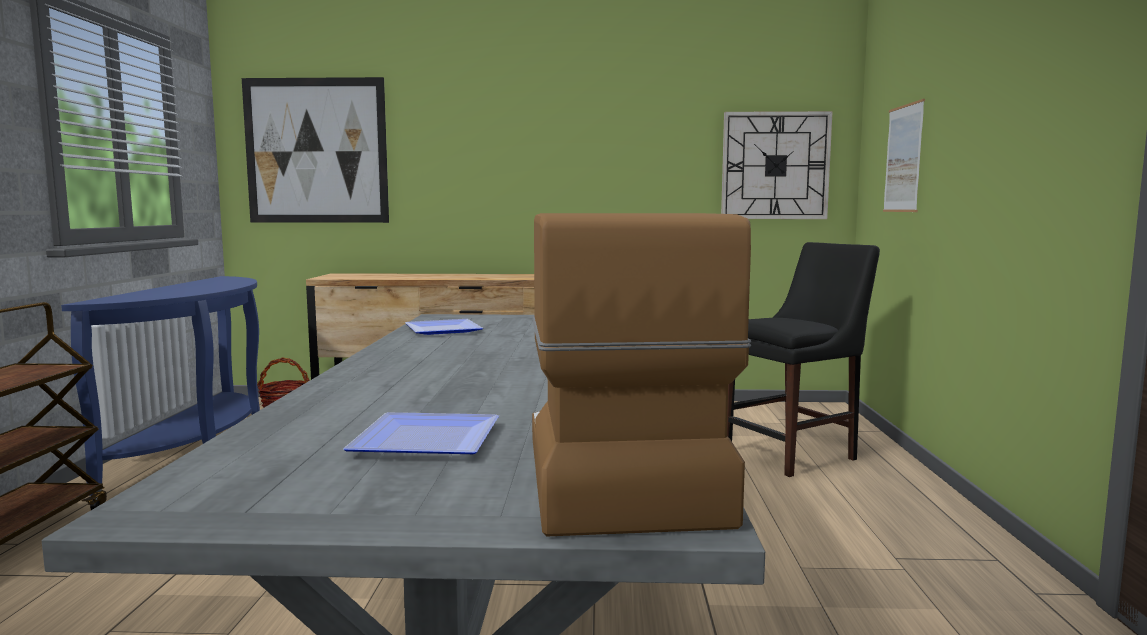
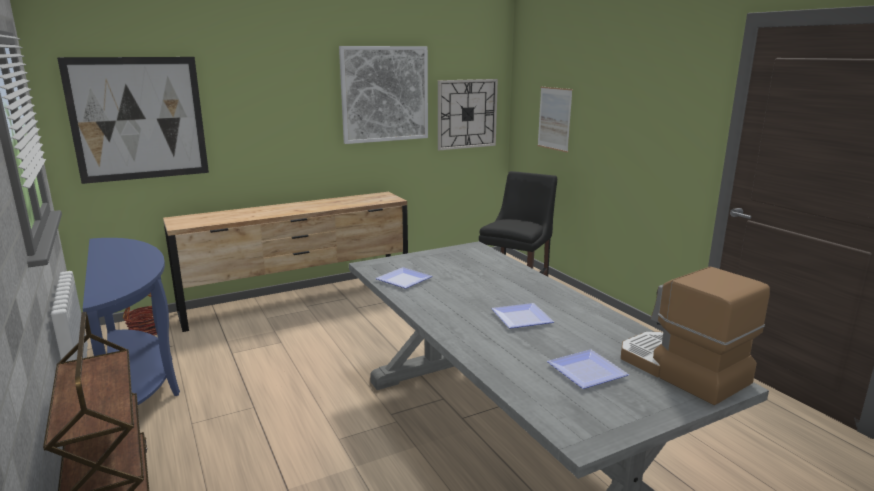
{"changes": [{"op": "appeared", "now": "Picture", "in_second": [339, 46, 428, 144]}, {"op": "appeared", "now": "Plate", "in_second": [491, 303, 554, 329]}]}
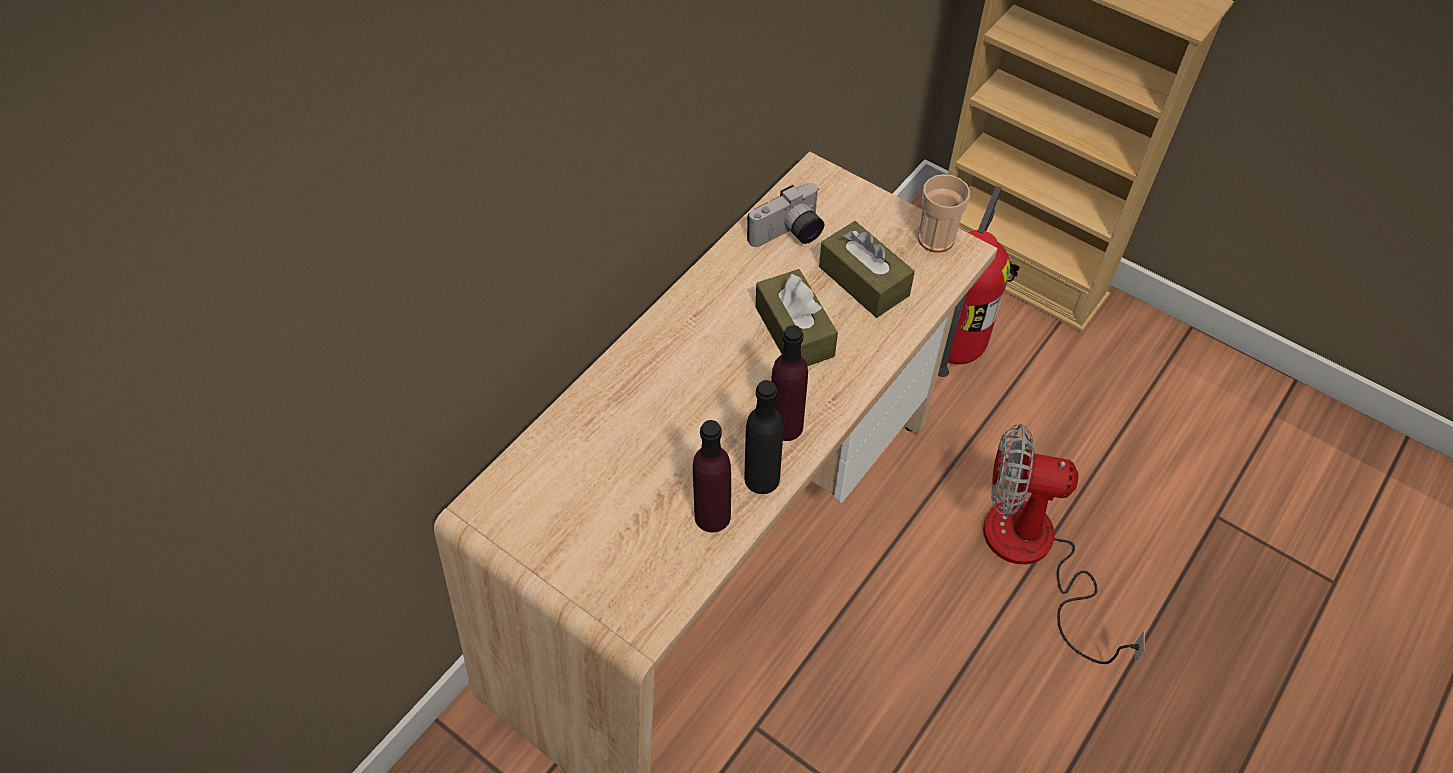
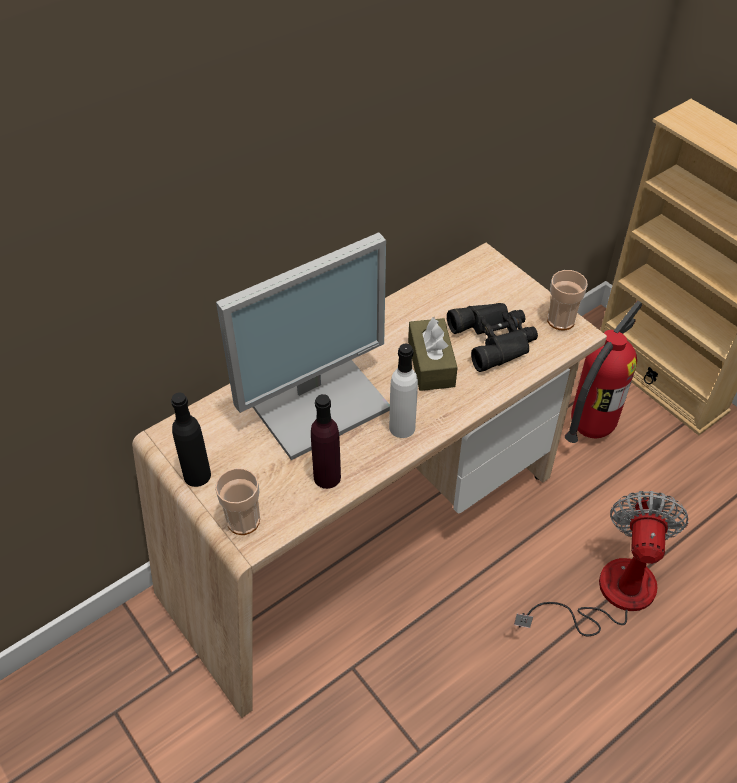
{"changes": [{"op": "missing", "was": "PhotoCamera", "in_first": [747, 183, 824, 247]}, {"op": "exchanged", "was": "BrownTissueBox", "now": "BlackBinoculars", "in_first": [819, 221, 915, 318], "in_second": [447, 303, 538, 372]}, {"op": "colour", "was": "PurpleBottle", "now": "WhiteBottle", "in_first": [771, 325, 808, 441], "in_second": [389, 344, 418, 438]}, {"op": "relocated", "was": "BlackBottle", "in_first": [744, 380, 783, 494], "in_second": [171, 393, 211, 487]}, {"op": "spun", "was": "Fan", "in_first": [983, 424, 1145, 664], "in_second": [514, 491, 689, 636], "clockwise": 75}, {"op": "appeared", "now": "Monitor", "in_second": [216, 232, 390, 460]}, {"op": "appeared", "now": "Cup", "in_second": [215, 468, 260, 535]}]}
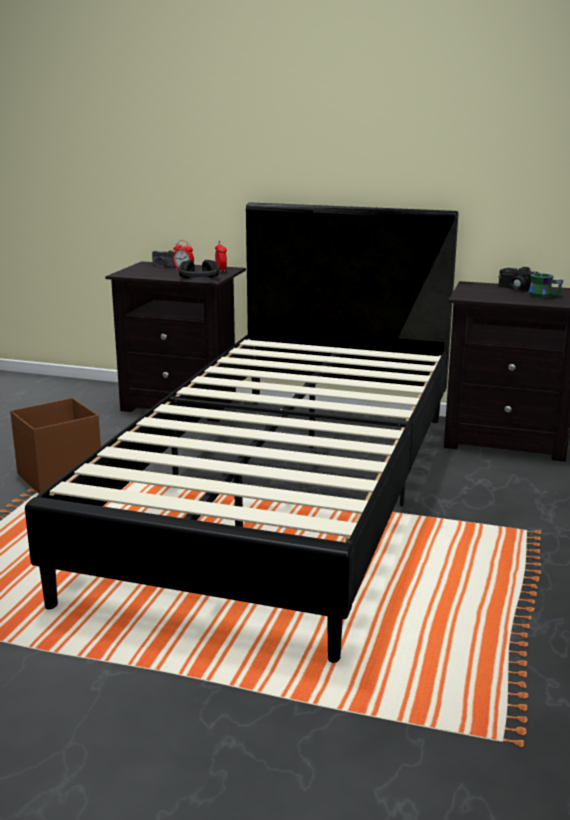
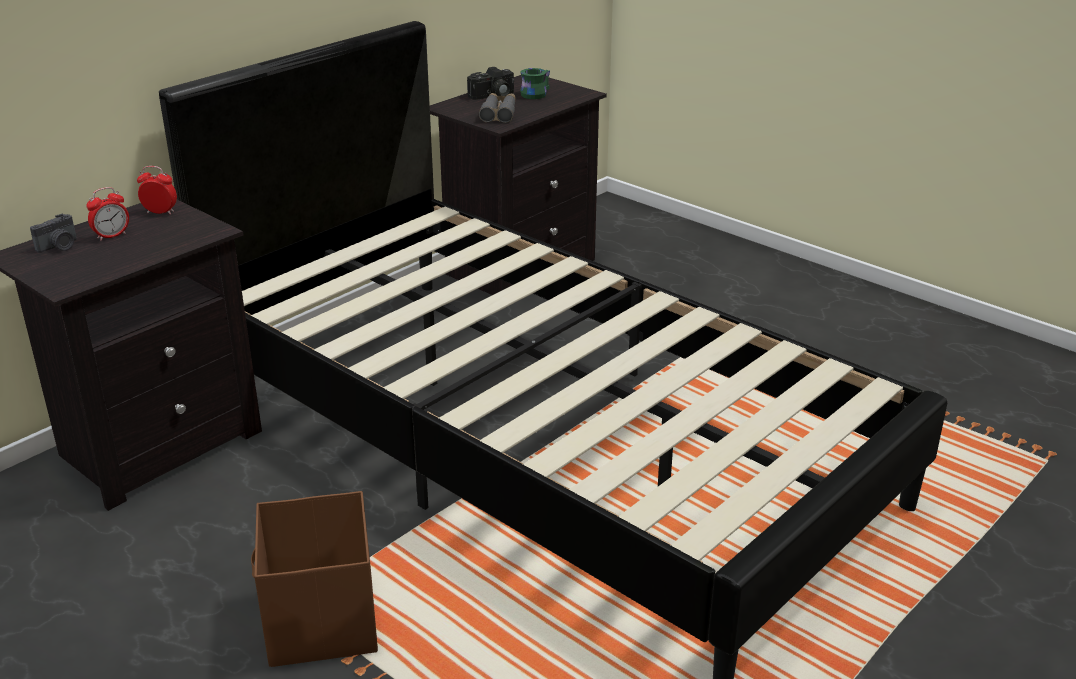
{"changes": [{"op": "missing", "was": "BlackHeadphones", "in_first": [179, 260, 219, 278]}, {"op": "appeared", "now": "GreyBinoculars", "in_second": [479, 93, 515, 123]}]}
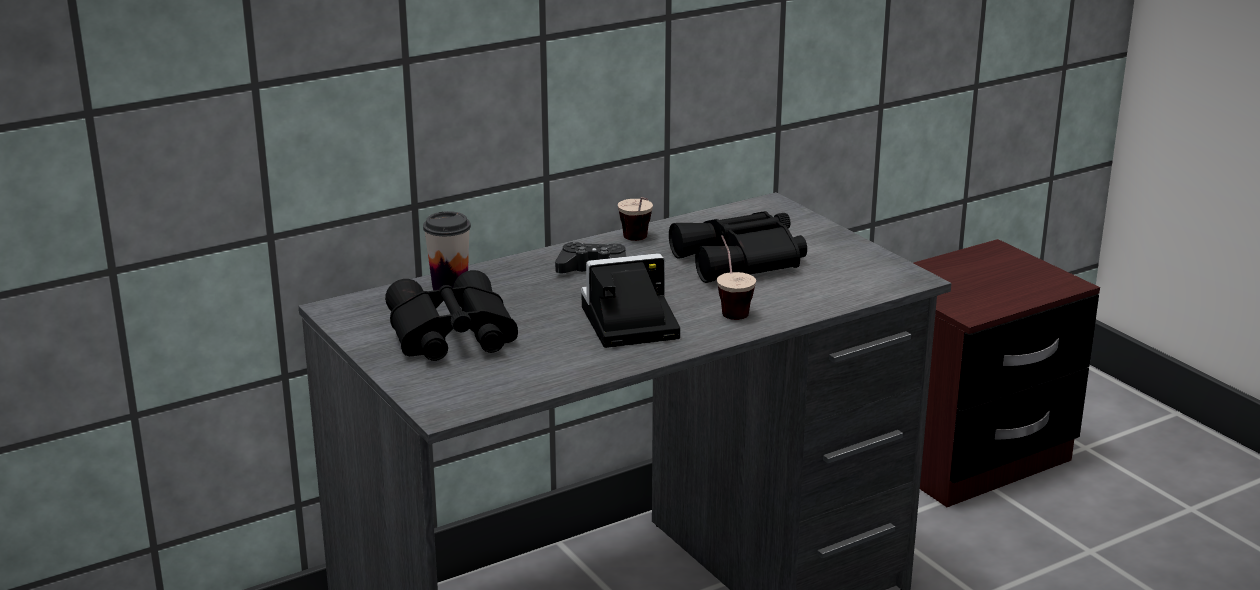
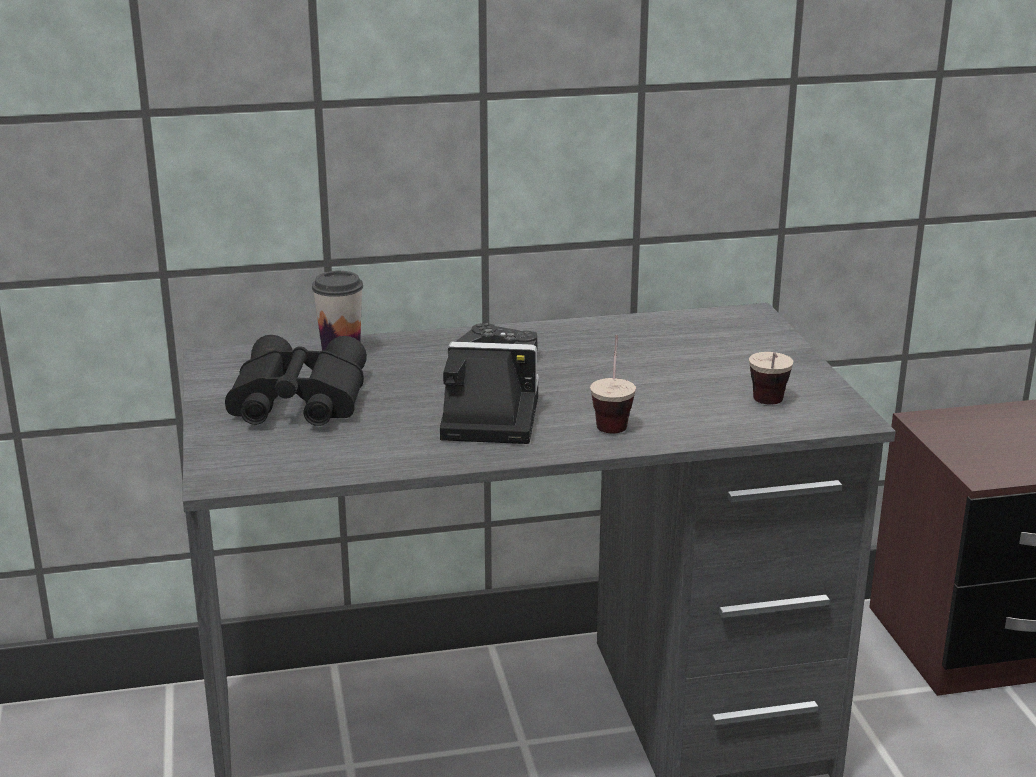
{"changes": [{"op": "relocated", "was": "Cup", "in_first": [618, 197, 653, 241], "in_second": [749, 352, 793, 405]}, {"op": "missing", "was": "BlackBinoculars", "in_first": [669, 211, 807, 283]}]}
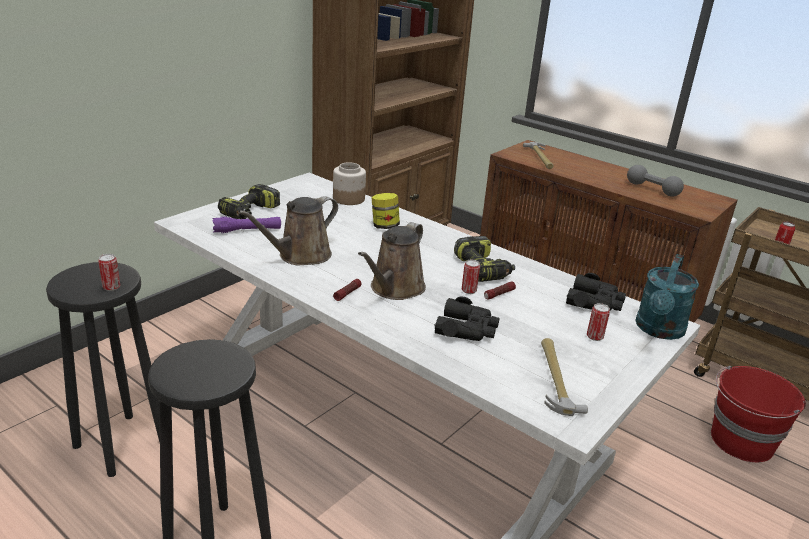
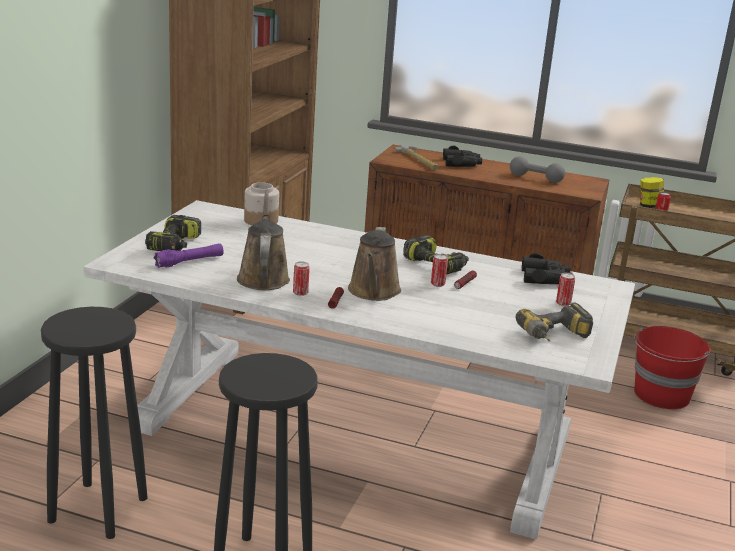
{"changes": [{"op": "relocated", "was": "Jar", "in_first": [371, 193, 400, 229], "in_second": [640, 177, 664, 208]}, {"op": "spun", "was": "BrownWateringCan", "in_first": [238, 196, 338, 266], "in_second": [237, 191, 290, 290], "clockwise": 150}, {"op": "relocated", "was": "Can", "in_first": [98, 254, 120, 291], "in_second": [293, 261, 310, 296]}, {"op": "missing", "was": "TurquoiseWateringCan", "in_first": [635, 254, 699, 340]}, {"op": "relocated", "was": "BlackBinoculars", "in_first": [434, 297, 499, 341], "in_second": [443, 146, 482, 167]}, {"op": "exchanged", "was": "Hammer", "now": "PowerDrill", "in_first": [541, 338, 588, 416], "in_second": [515, 302, 593, 341]}]}
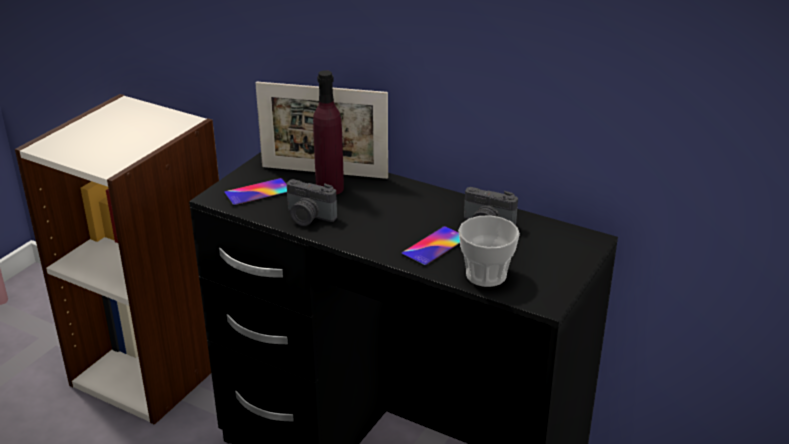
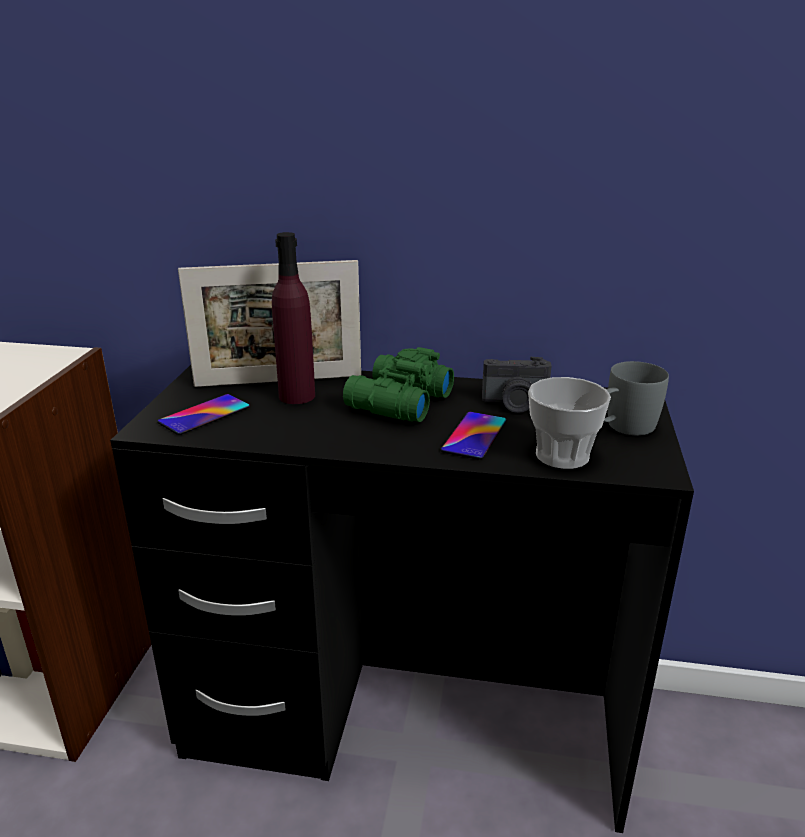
{"changes": [{"op": "missing", "was": "PhotoCamera", "in_first": [287, 179, 337, 226]}, {"op": "appeared", "now": "GreenBinoculars", "in_second": [343, 347, 454, 422]}, {"op": "appeared", "now": "GreyMug", "in_second": [604, 361, 669, 436]}]}
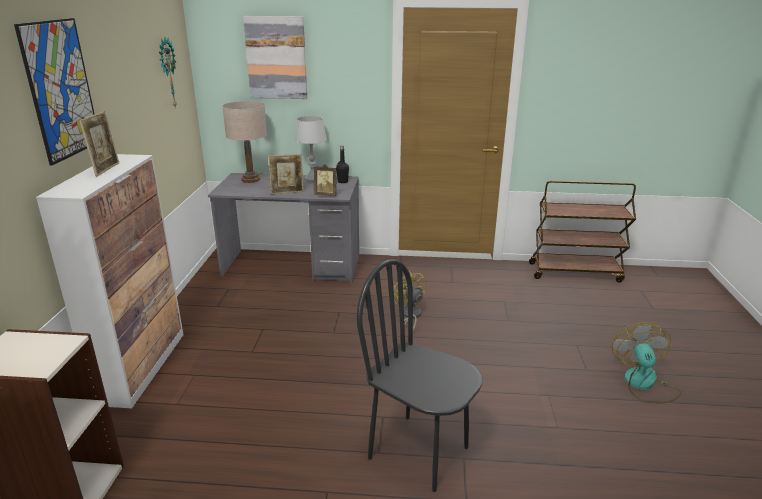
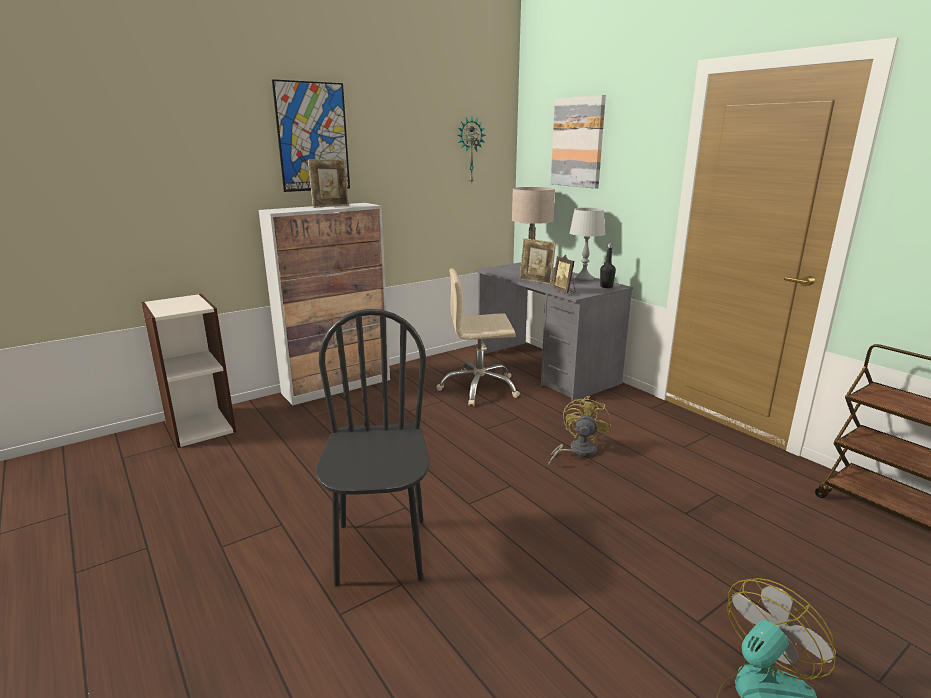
{"changes": [{"op": "appeared", "now": "BeigeOfficeChair", "in_second": [436, 268, 520, 406]}]}
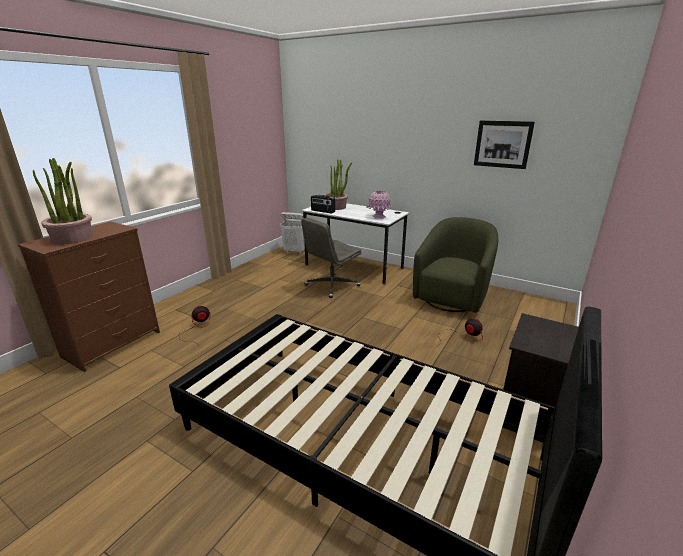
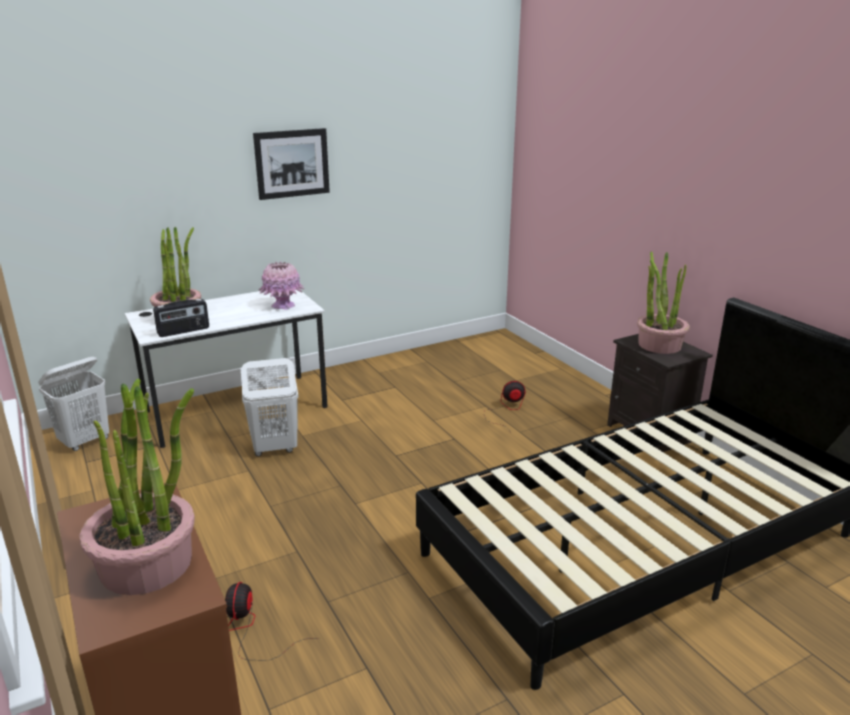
{"changes": [{"op": "relocated", "was": "Picture", "in_first": [474, 120, 535, 169], "in_second": [253, 128, 330, 200]}, {"op": "exchanged", "was": "GreyOfficeChair", "now": "WhiteLaundryBasket", "in_first": [301, 217, 362, 298], "in_second": [241, 358, 299, 456]}, {"op": "missing", "was": "GreenArmchair", "in_first": [413, 217, 498, 313]}, {"op": "appeared", "now": "PottedPlant", "in_second": [637, 251, 690, 354]}]}
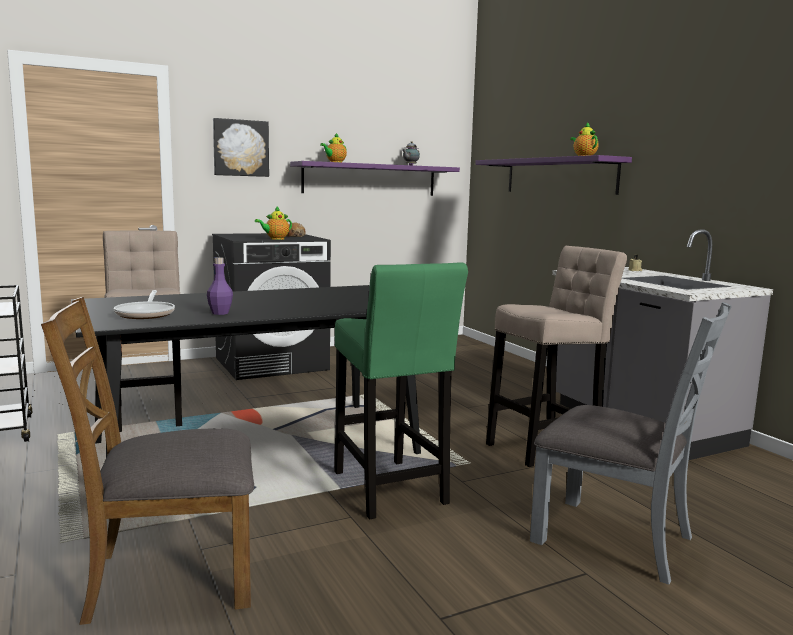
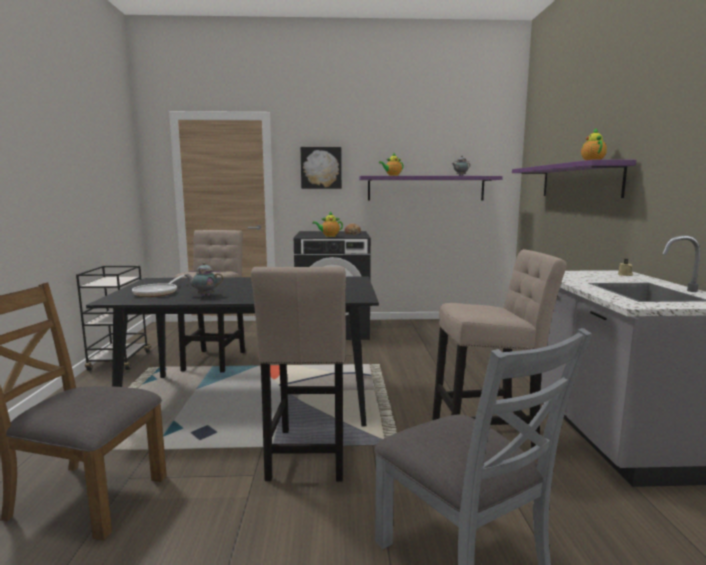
{"changes": [{"op": "exchanged", "was": "PurpleBottle", "now": "Teapot", "in_first": [207, 257, 233, 315], "in_second": [185, 262, 224, 296]}, {"op": "colour", "was": "GreenStool", "now": "BeigeStool", "in_first": [335, 262, 468, 519], "in_second": [251, 267, 346, 482]}]}
